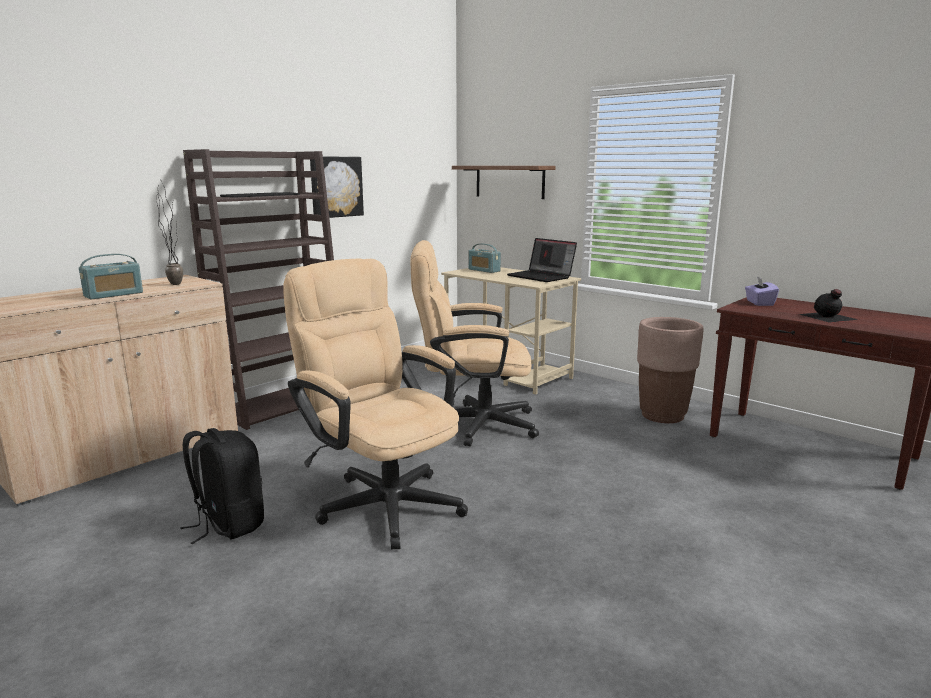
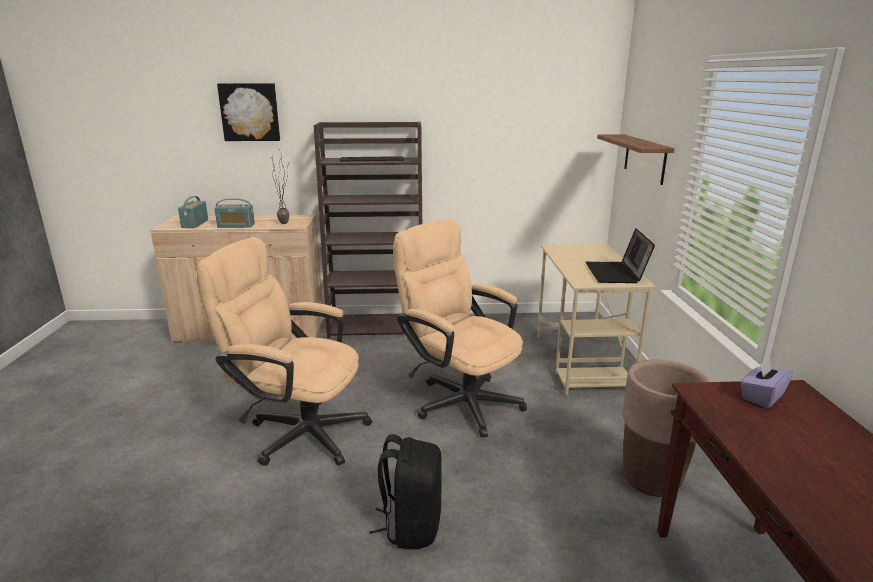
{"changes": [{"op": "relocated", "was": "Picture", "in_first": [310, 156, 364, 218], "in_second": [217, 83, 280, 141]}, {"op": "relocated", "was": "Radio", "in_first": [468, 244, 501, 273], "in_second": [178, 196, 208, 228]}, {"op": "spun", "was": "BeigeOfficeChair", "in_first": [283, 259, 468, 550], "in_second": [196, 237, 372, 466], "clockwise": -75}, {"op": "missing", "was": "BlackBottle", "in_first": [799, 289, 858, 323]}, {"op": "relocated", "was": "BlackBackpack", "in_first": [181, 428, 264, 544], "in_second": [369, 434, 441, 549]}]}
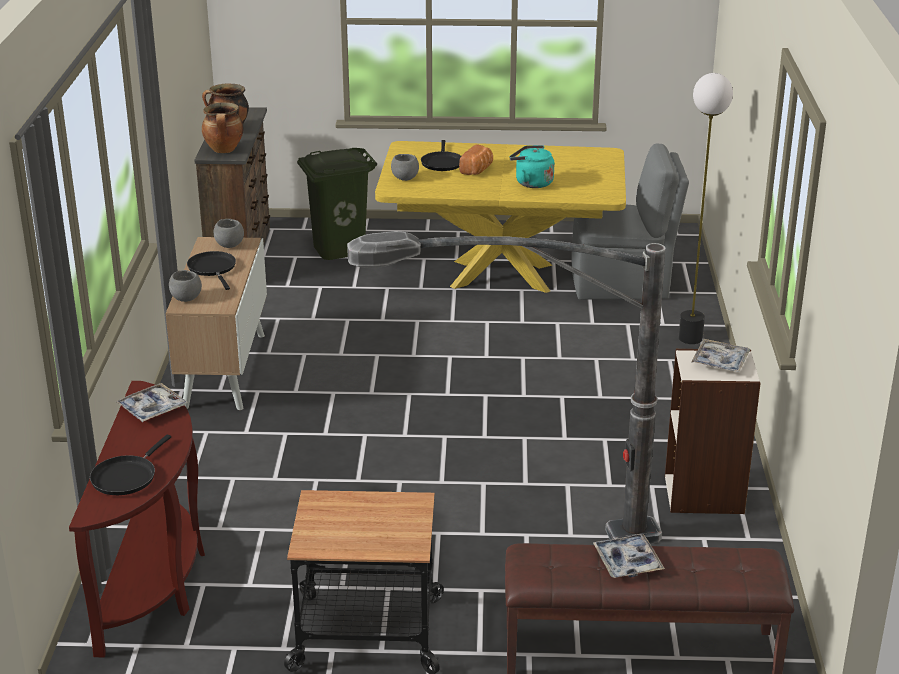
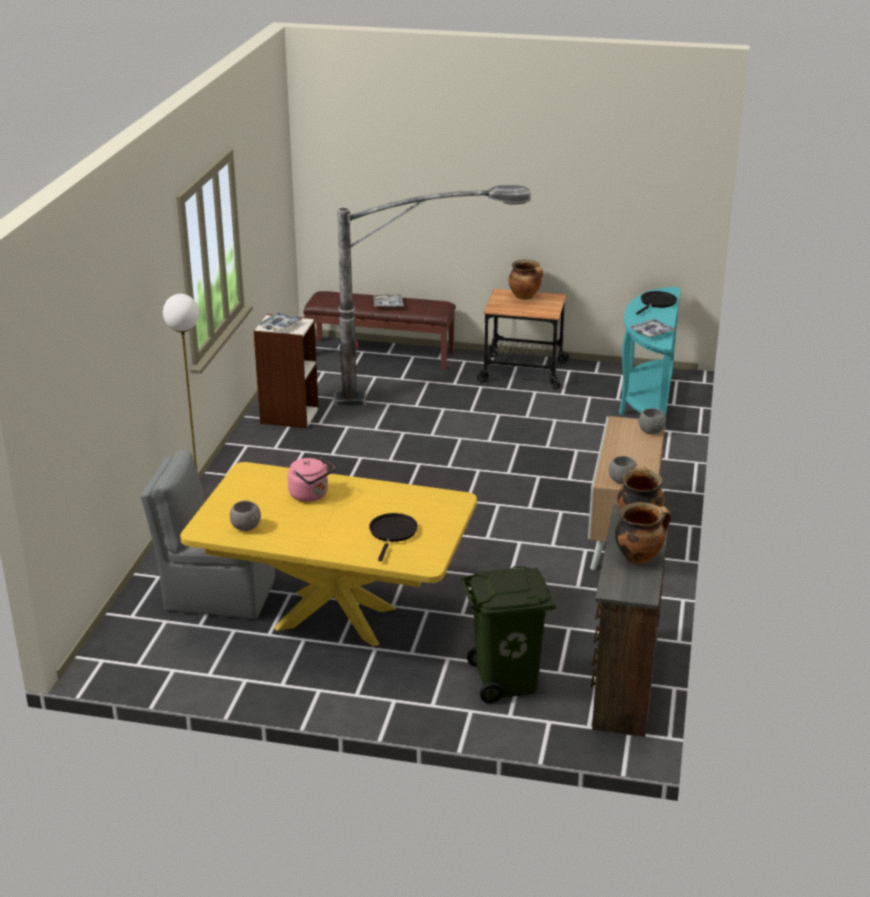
{"changes": [{"op": "missing", "was": "Bread", "in_first": [459, 144, 493, 175]}, {"op": "colour", "was": "TurquoiseKettle", "now": "PinkKettle", "in_first": [509, 145, 554, 188], "in_second": [287, 457, 335, 502]}, {"op": "relocated", "was": "GreyBowl", "in_first": [391, 154, 419, 181], "in_second": [230, 501, 261, 531]}, {"op": "missing", "was": "BlackFryingPan", "in_first": [187, 251, 236, 290]}, {"op": "colour", "was": "BrownConsoleTable", "now": "TurquoiseConsoleTable", "in_first": [69, 381, 205, 657], "in_second": [619, 287, 681, 417]}, {"op": "appeared", "now": "CookingPot", "in_second": [509, 260, 543, 300]}]}
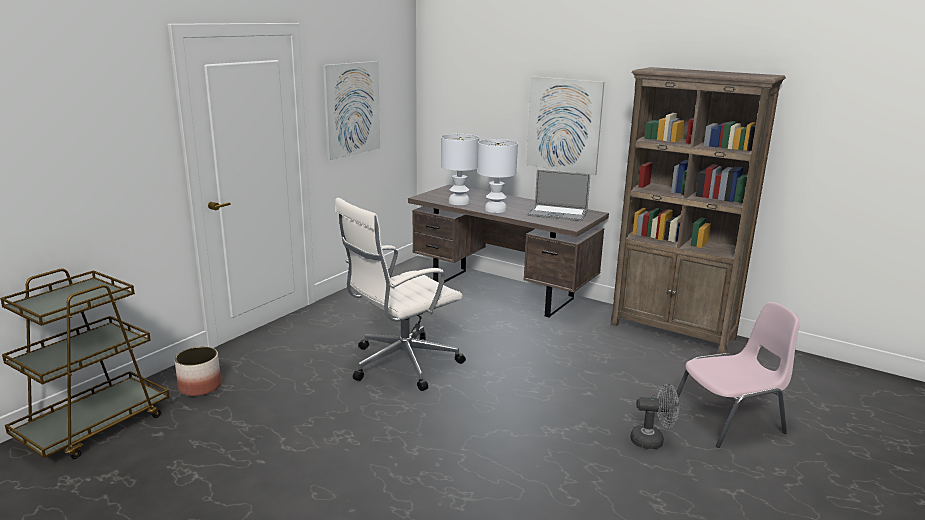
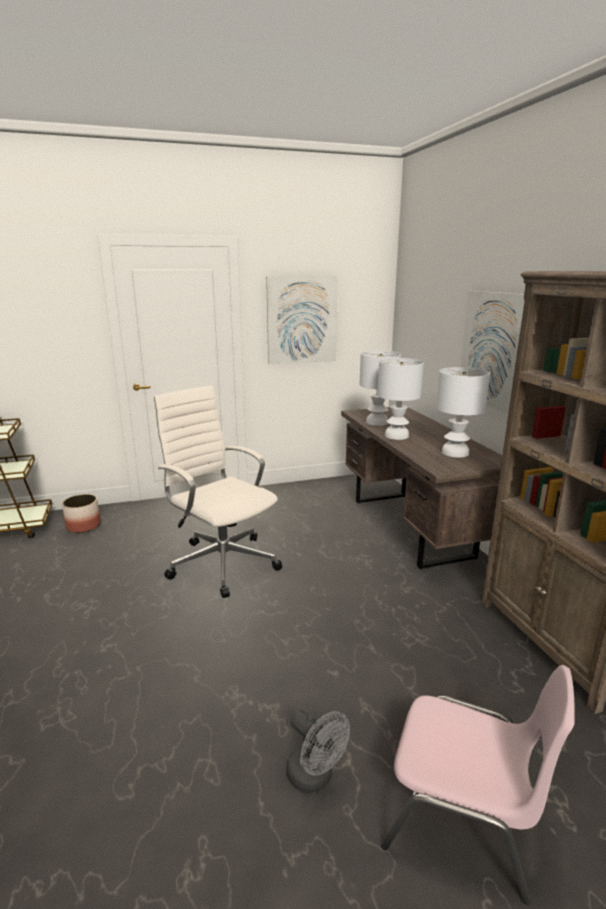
{"changes": [{"op": "exchanged", "was": "Laptop", "now": "WhiteTableLamp", "in_first": [527, 170, 590, 221], "in_second": [436, 367, 490, 458]}, {"op": "spun", "was": "WhiteOfficeChair", "in_first": [335, 198, 466, 391], "in_second": [153, 385, 282, 598], "clockwise": 45}]}
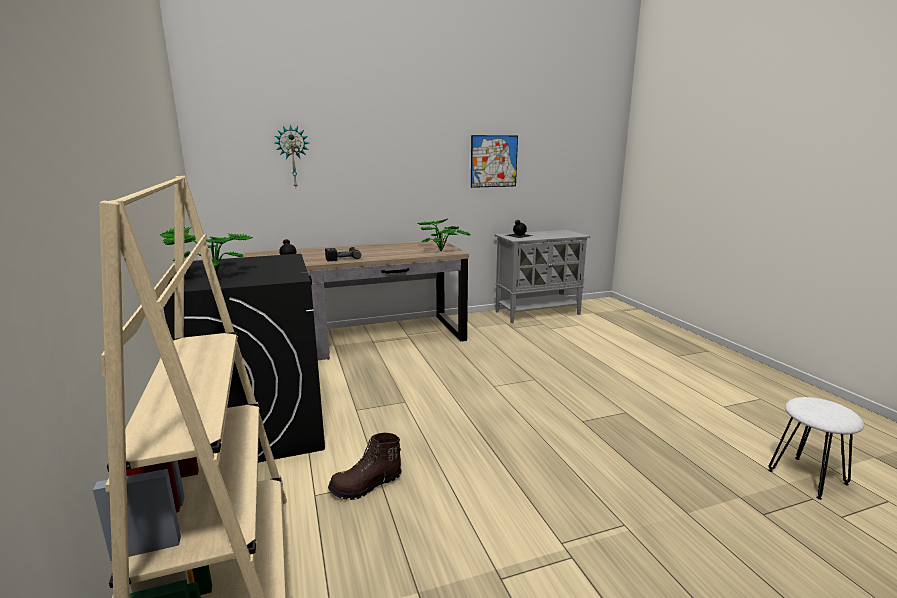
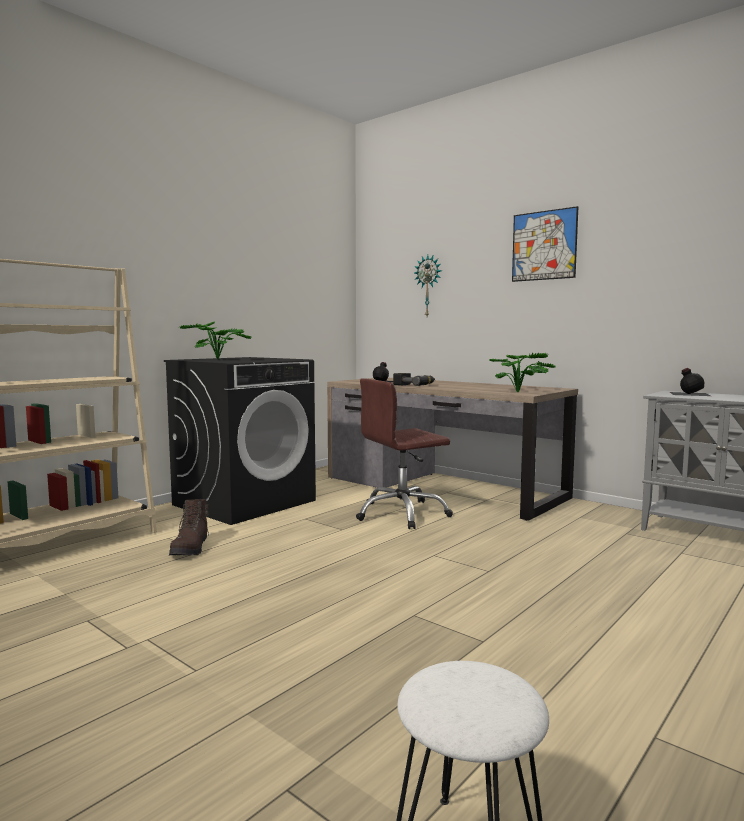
{"changes": [{"op": "relocated", "was": "Picture", "in_first": [471, 135, 518, 188], "in_second": [512, 206, 578, 282]}, {"op": "spun", "was": "BrownBoot", "in_first": [328, 433, 401, 500], "in_second": [169, 499, 209, 556], "clockwise": -120}, {"op": "appeared", "now": "BrownOfficeChair", "in_second": [356, 378, 453, 529]}]}
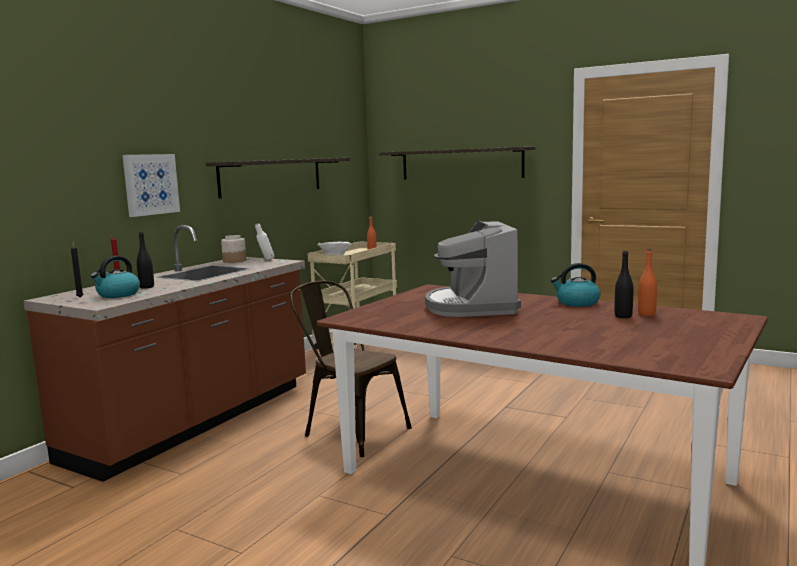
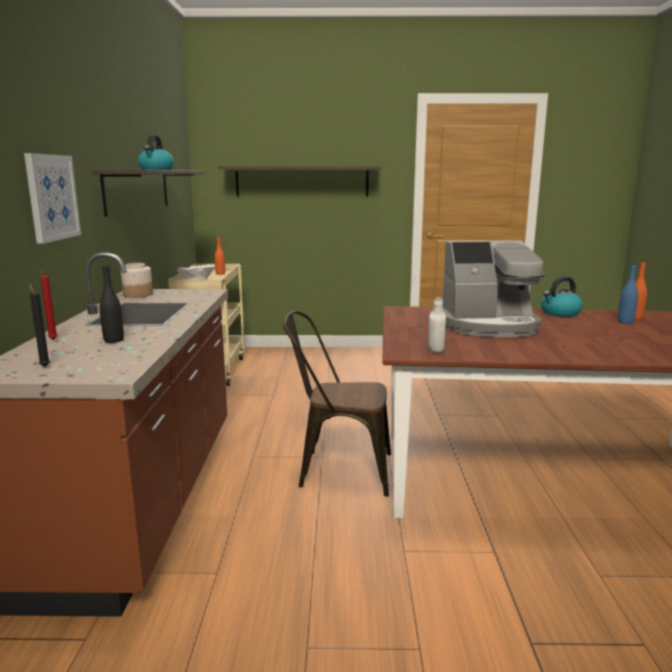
{"changes": [{"op": "spun", "was": "CoffeeMachine", "in_first": [425, 221, 521, 317], "in_second": [442, 240, 545, 337], "clockwise": -60}, {"op": "relocated", "was": "WhiteBottle", "in_first": [255, 223, 274, 260], "in_second": [428, 297, 446, 353]}, {"op": "colour", "was": "BlackBottle", "now": "BlueBottle", "in_first": [615, 251, 633, 318], "in_second": [618, 263, 638, 324]}, {"op": "relocated", "was": "Kettle", "in_first": [91, 256, 140, 298], "in_second": [138, 135, 174, 170]}]}
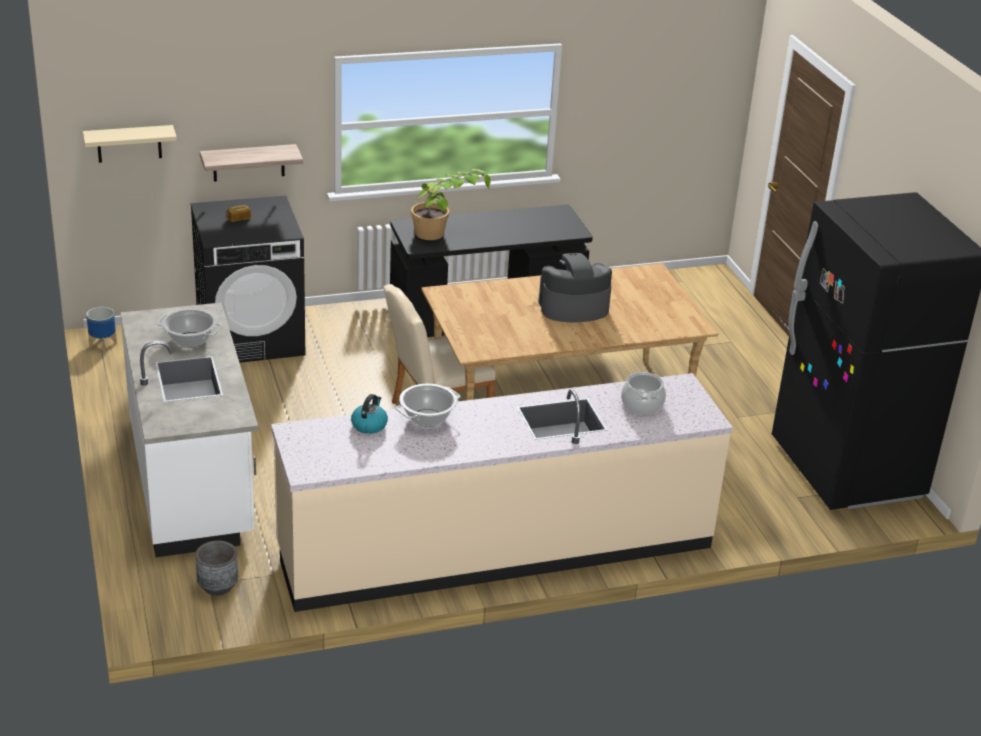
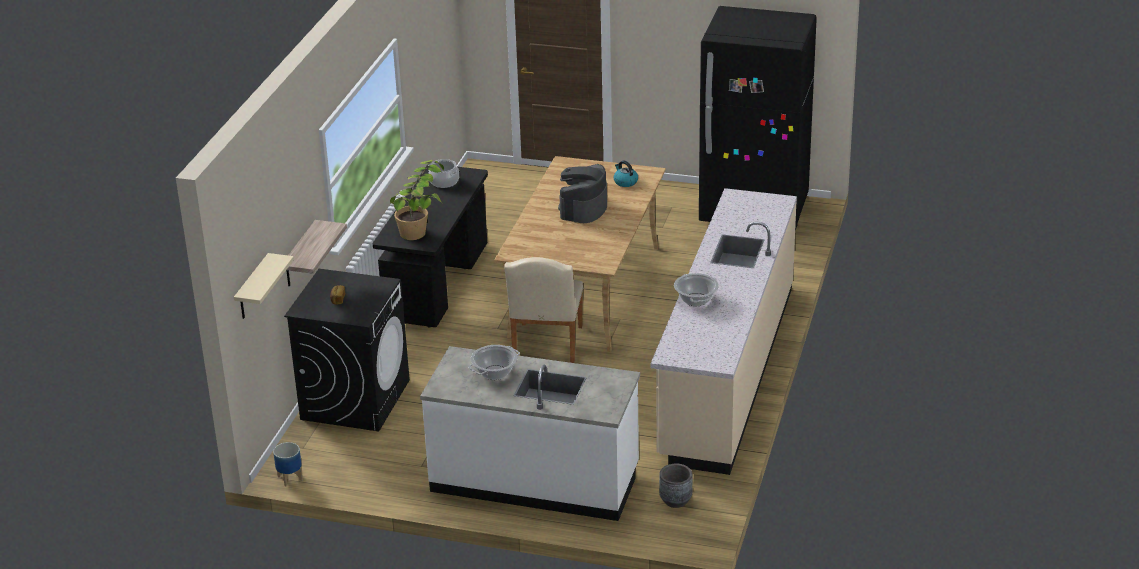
{"changes": [{"op": "relocated", "was": "CookingPot", "in_first": [621, 371, 666, 415], "in_second": [428, 159, 459, 188]}, {"op": "relocated", "was": "Kettle", "in_first": [351, 394, 388, 434], "in_second": [614, 161, 638, 187]}]}
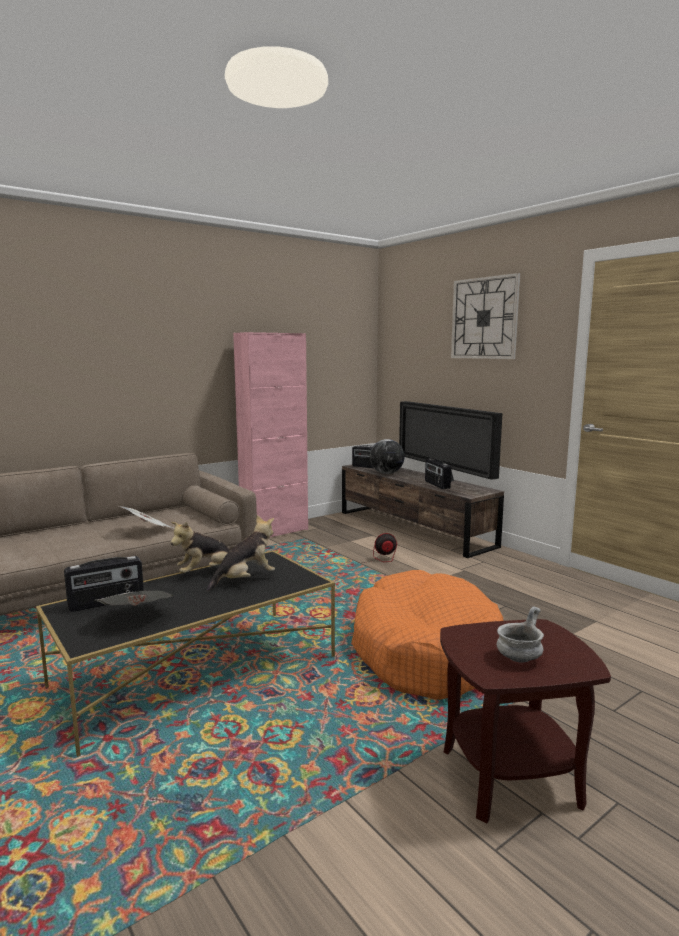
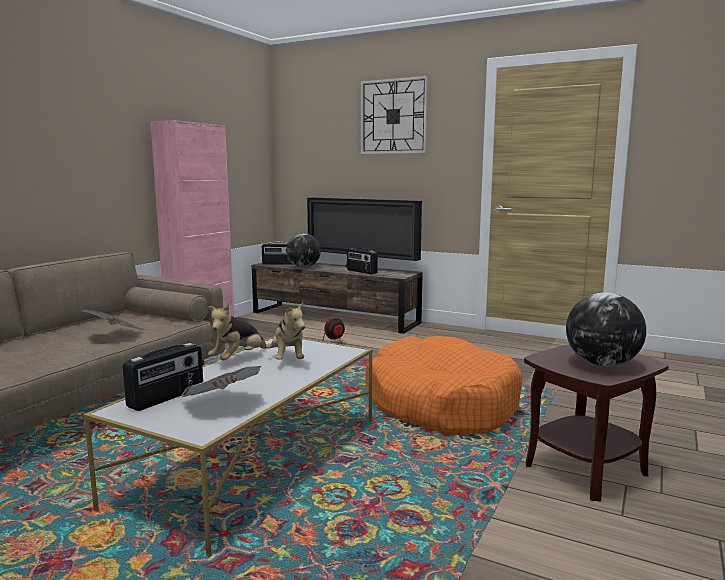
{"changes": [{"op": "spun", "was": "PlushToy", "in_first": [207, 515, 275, 592], "in_second": [266, 302, 305, 360], "clockwise": 135}, {"op": "colour", "was": "BlackCoffeeTable", "now": "WhiteCoffeeTable", "in_first": [36, 550, 335, 757], "in_second": [83, 337, 373, 557]}, {"op": "exchanged", "was": "GreyBowl", "now": "Globe", "in_first": [497, 606, 544, 663], "in_second": [566, 292, 646, 367]}]}
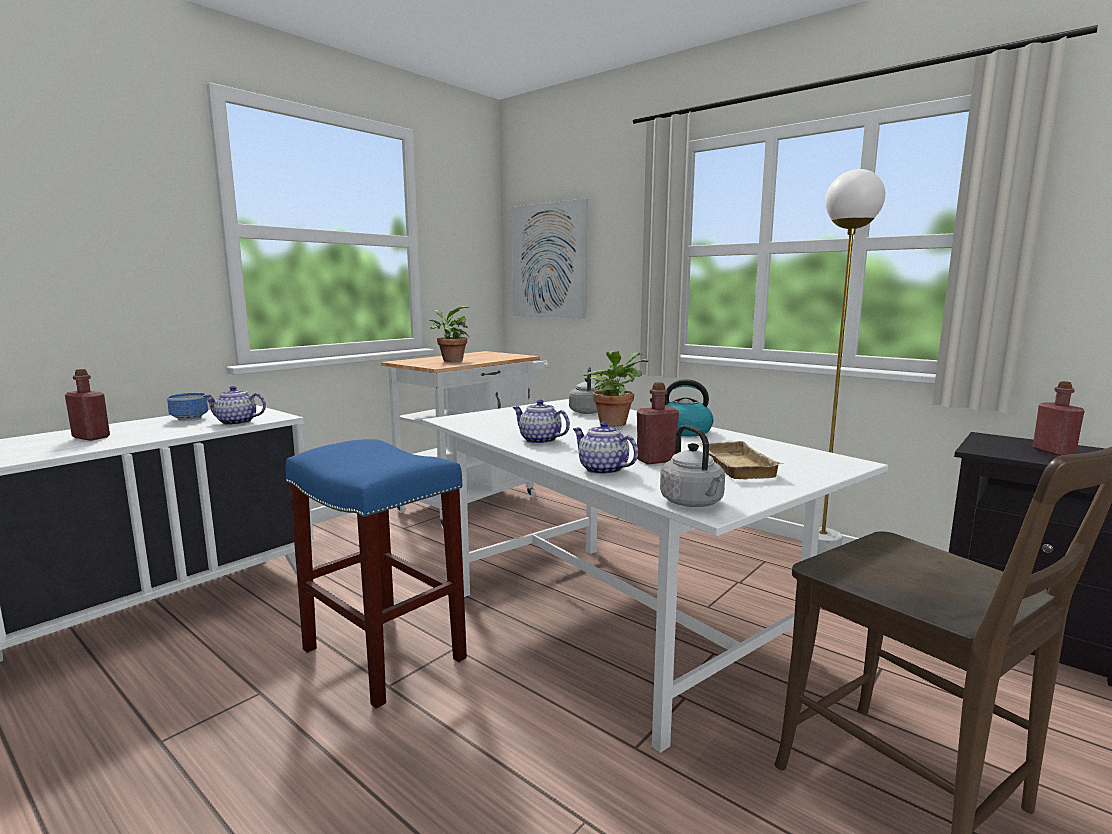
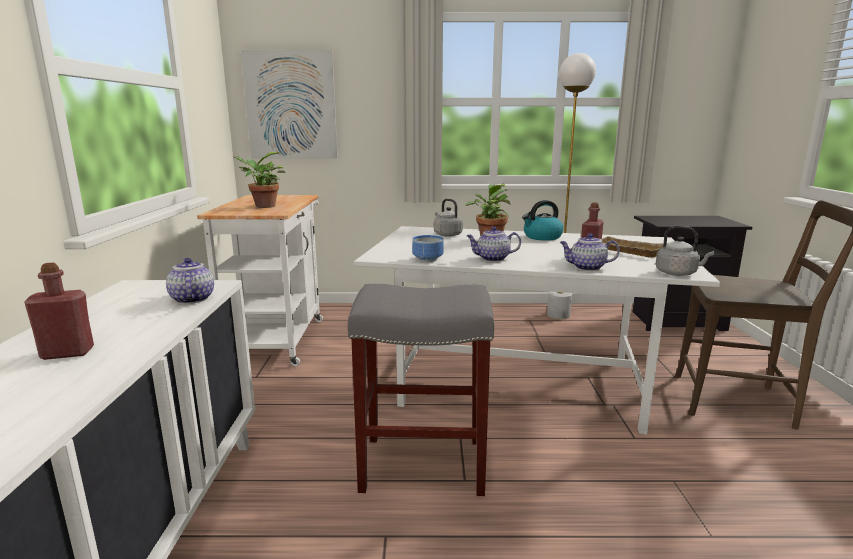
{"changes": [{"op": "missing", "was": "RedBottle", "in_first": [1033, 381, 1085, 456]}, {"op": "spun", "was": "Teapot", "in_first": [204, 386, 266, 425], "in_second": [166, 258, 214, 304], "clockwise": 105}, {"op": "relocated", "was": "Bowl", "in_first": [167, 393, 208, 421], "in_second": [412, 235, 444, 262]}, {"op": "colour", "was": "BlueStool", "now": "GreyStool", "in_first": [286, 439, 467, 709], "in_second": [347, 284, 494, 496]}]}
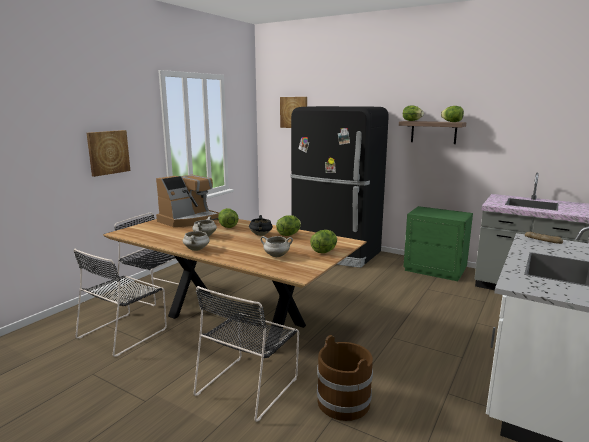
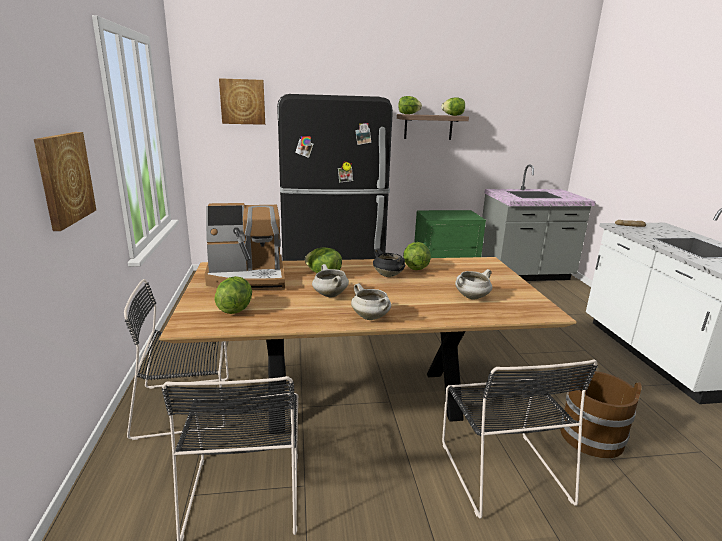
{"changes": [{"op": "spun", "was": "CoffeeMachine", "in_first": [156, 175, 219, 227], "in_second": [205, 203, 285, 290], "clockwise": 75}, {"op": "relocated", "was": "Lettuce", "in_first": [310, 230, 337, 253], "in_second": [214, 276, 252, 314]}]}
